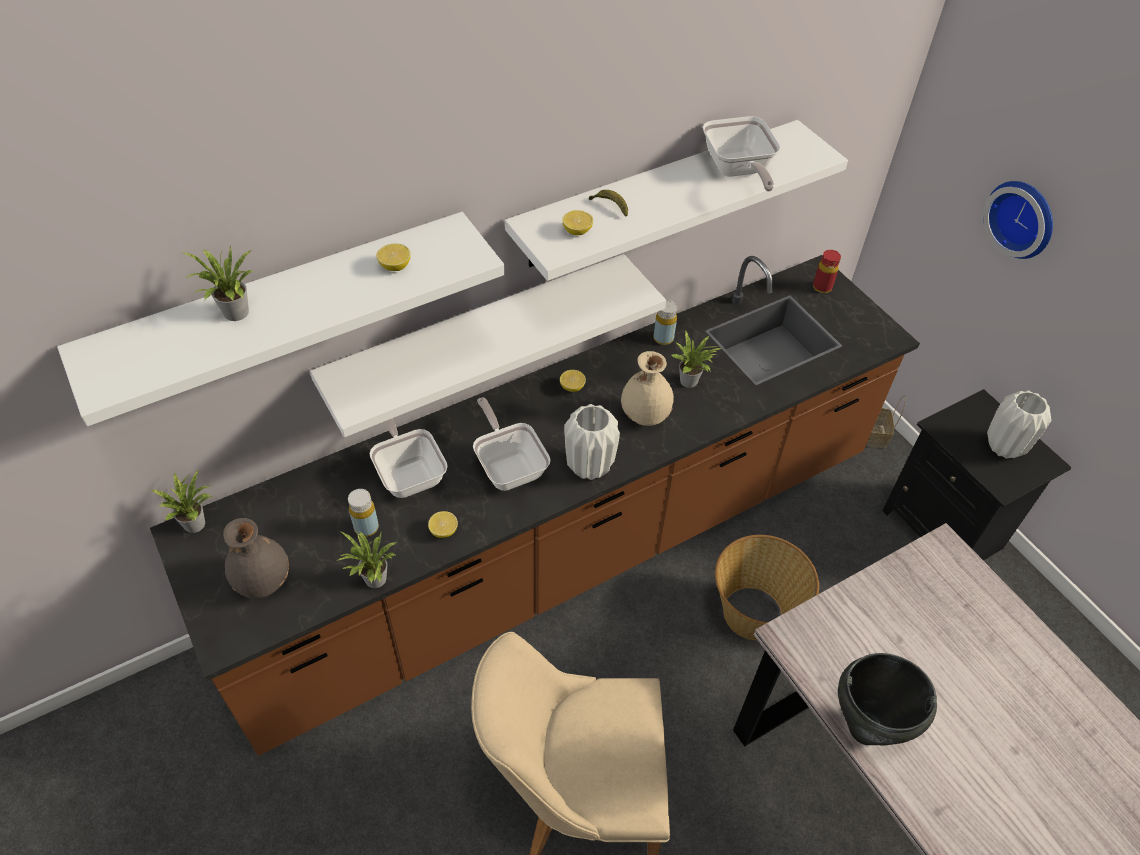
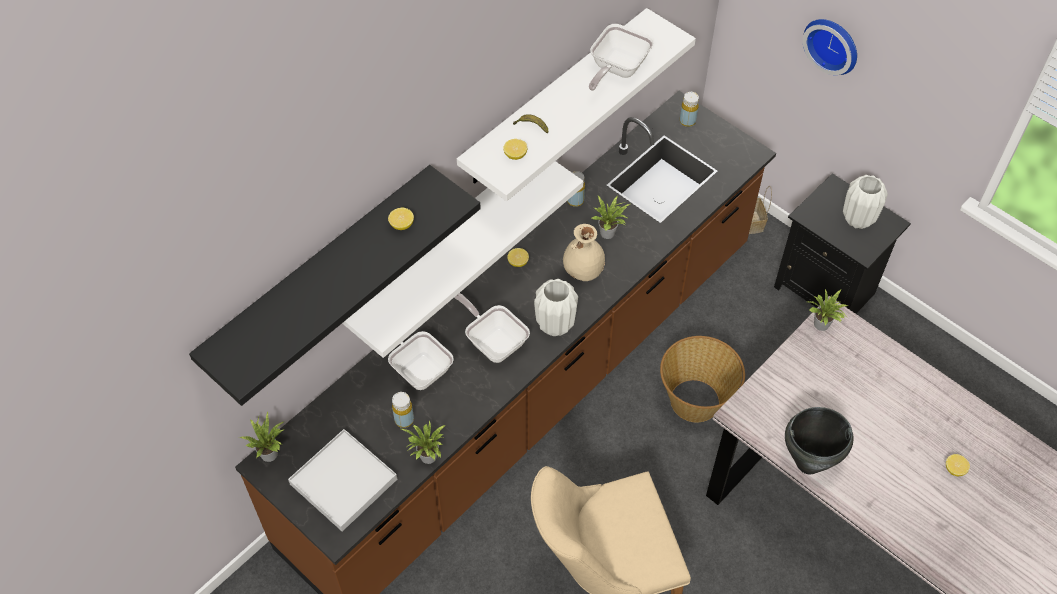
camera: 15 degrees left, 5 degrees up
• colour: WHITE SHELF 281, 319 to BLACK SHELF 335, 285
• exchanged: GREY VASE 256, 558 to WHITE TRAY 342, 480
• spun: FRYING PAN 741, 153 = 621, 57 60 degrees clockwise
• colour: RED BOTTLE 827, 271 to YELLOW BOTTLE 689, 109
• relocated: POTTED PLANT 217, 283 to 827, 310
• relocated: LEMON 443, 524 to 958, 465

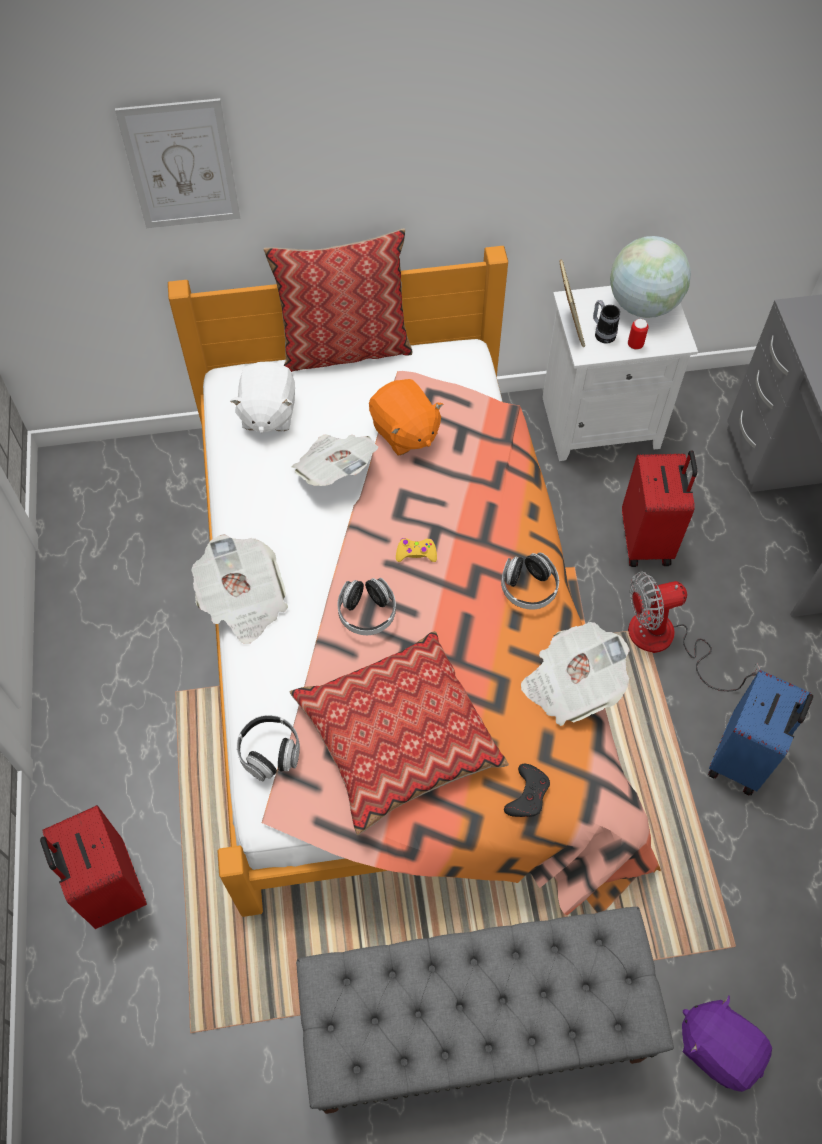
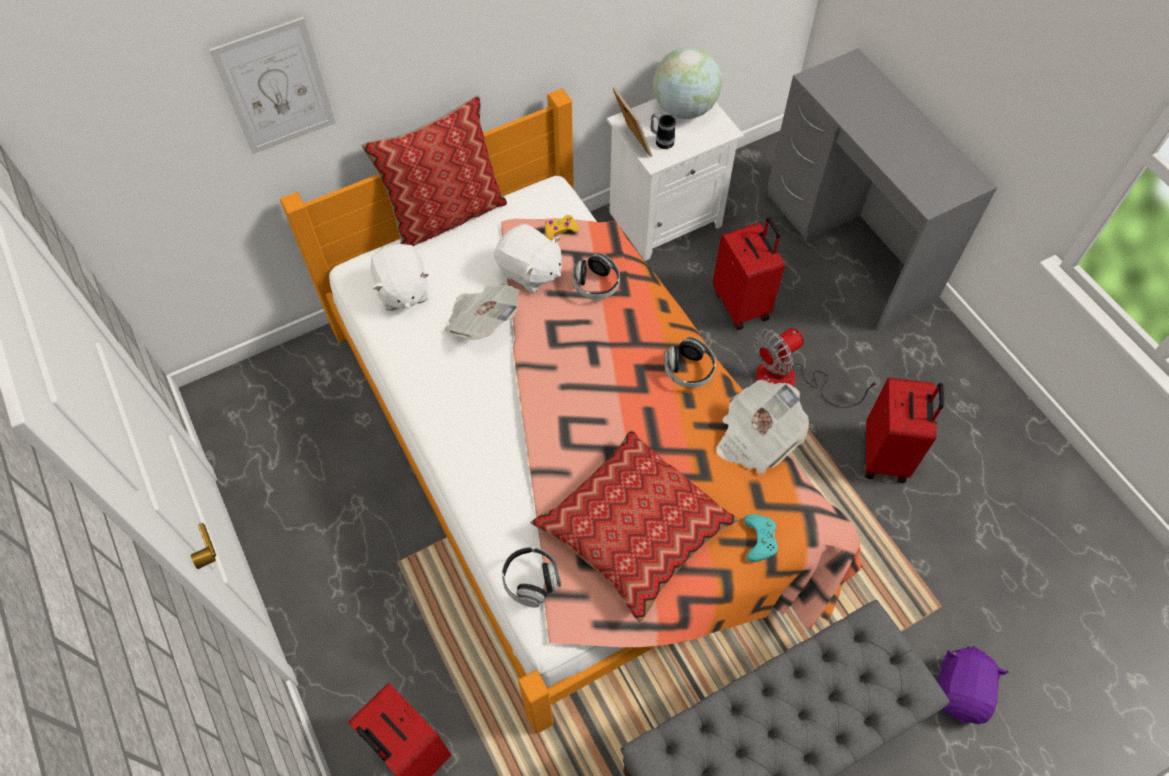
camera: 20 degrees left, 0 degrees up
• colour: ORANGE PLUSH TOY 406, 417 to WHITE PLUSH TOY 528, 258
• relocated: YELLOW GAME CONTROLLER 416, 550 to 562, 227
• relocated: HEADPHONES 367, 606 to 596, 276
• colour: BLACK GAME CONTROLLER 527, 790 to TURQUOISE GAME CONTROLLER 761, 538
• colour: BLUE SUITCASE 760, 732 to RED SUITCASE 905, 430
• spun: PURPLE PLUSH TOY 727, 1043 = 973, 685 90 degrees clockwise
• missing: NEWSPAPER 240, 589
• missing: CAN 638, 334

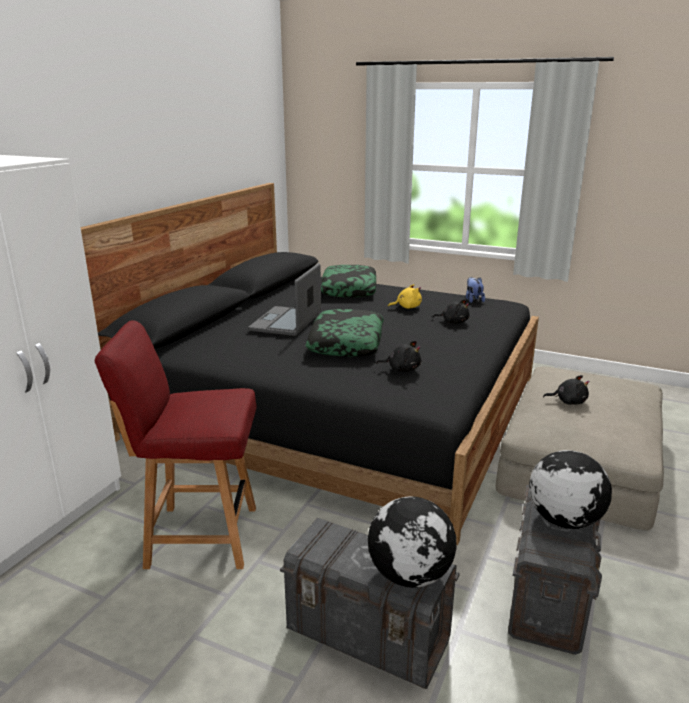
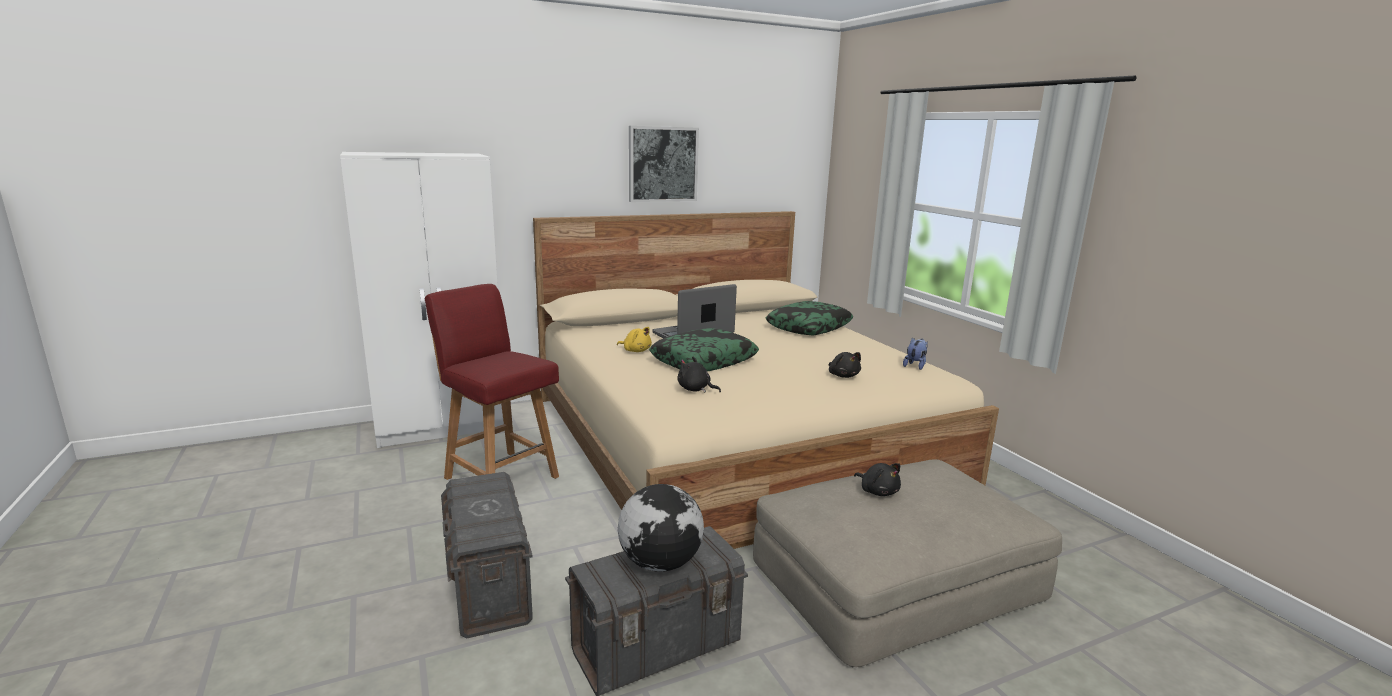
camera: 40 degrees right, 5 degrees down
• colour: BLACK BED 310, 364 to BEIGE BED 766, 380
• relocated: YELLOW PLUSH TOY 405, 296 to 634, 339
• appeared: PICTURE 664, 164
• spun: BLACK PLUSH TOY 398, 356 = 699, 374 150 degrees clockwise
• missing: GLOBE 412, 542

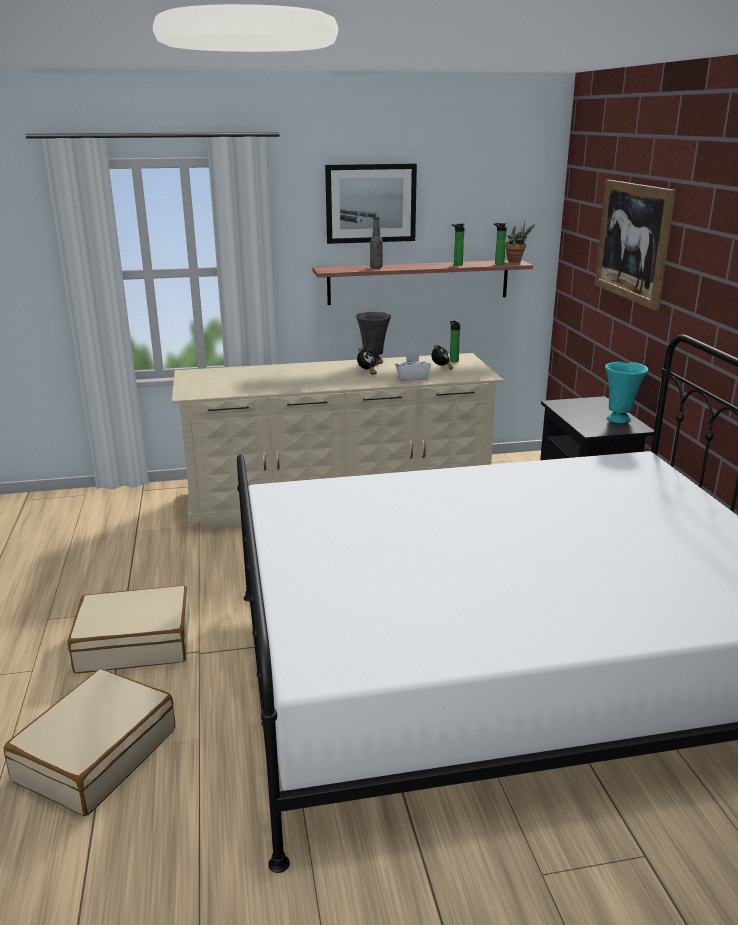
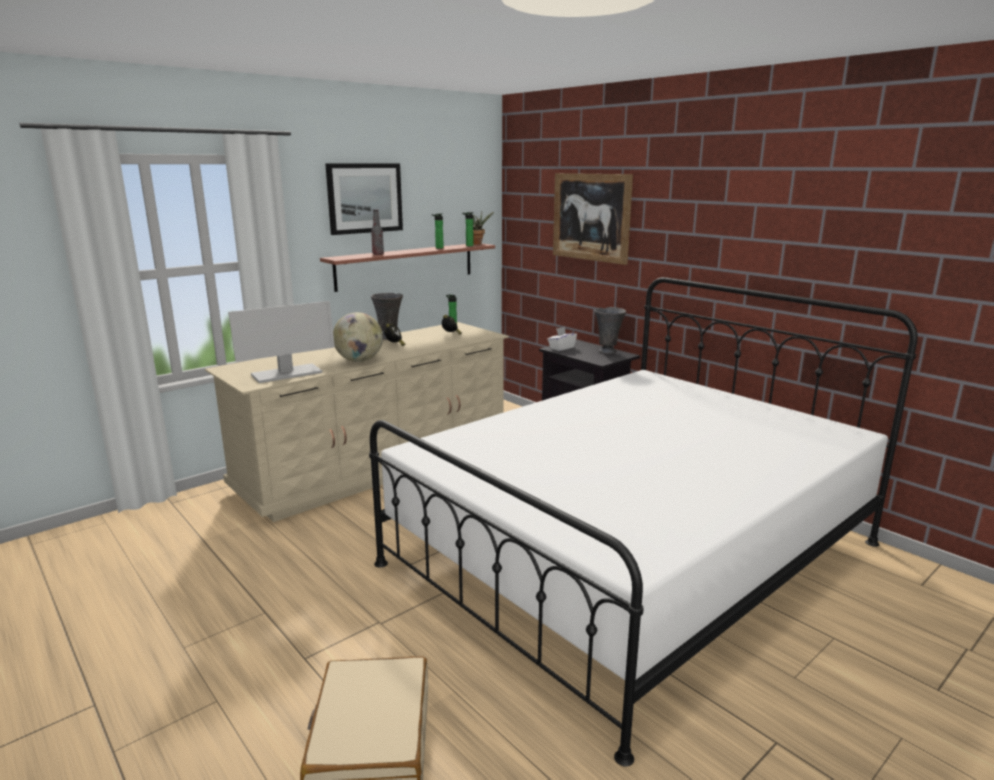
camera: 30 degrees left, 5 degrees down
• appeared: MONITOR 281, 342
• appeared: GLOBE 358, 337
• relocated: WHITE TISSUE BOX 413, 366 to 562, 339
• colour: TURQUOISE VASE 626, 392 to GREY VASE 610, 330
• missing: BEIGE SUITCASE 129, 629

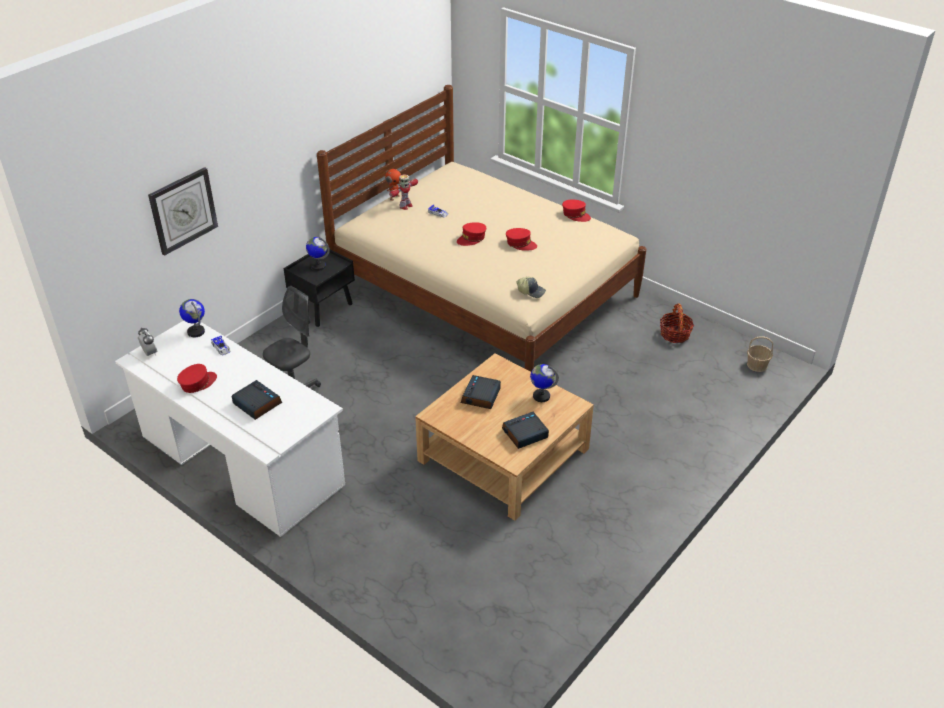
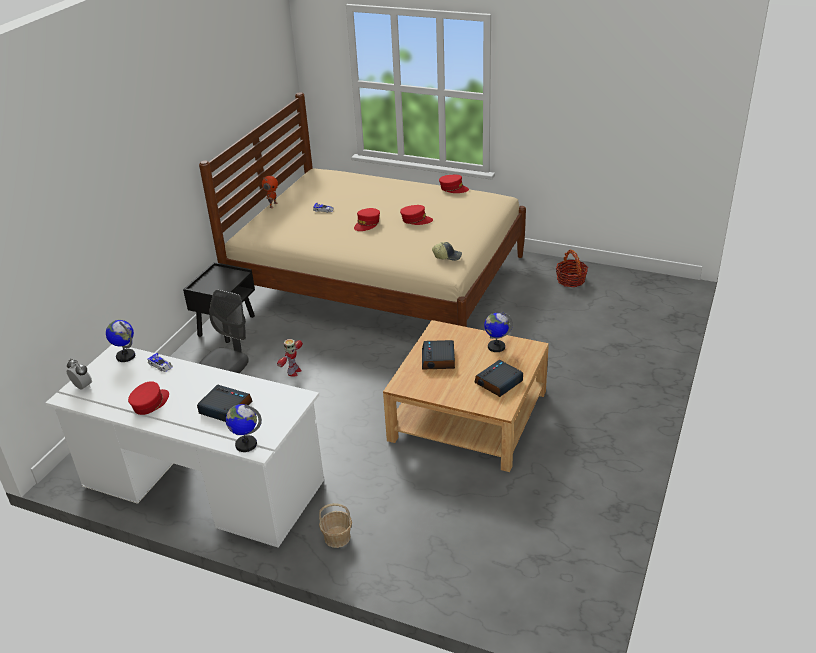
camera: 15 degrees left, 5 degrees down
• relocated: GLOBE 318, 254 to 244, 428
• relocated: TOY ROBOT 403, 192 to 290, 358
• relocated: BASKET 760, 354 to 335, 525
• missing: WALL CLOCK 183, 211

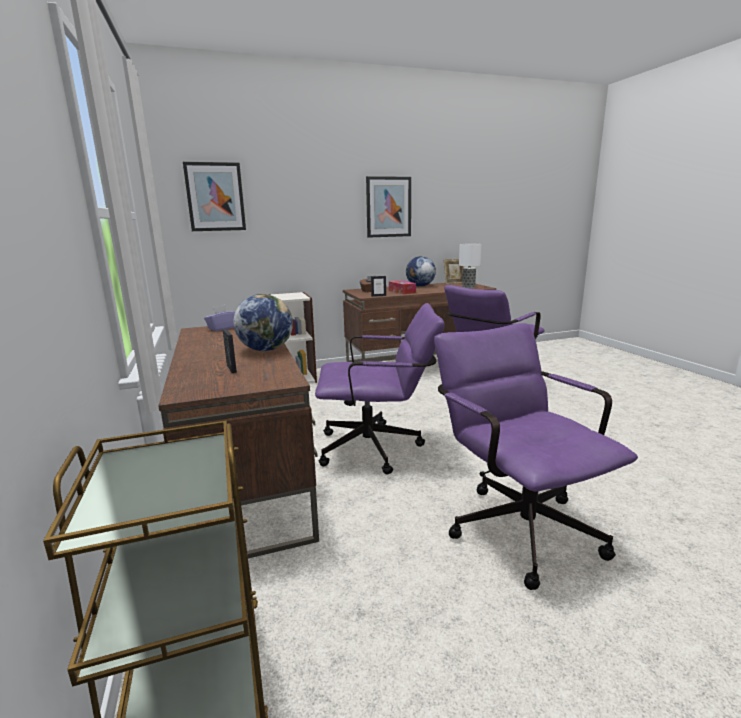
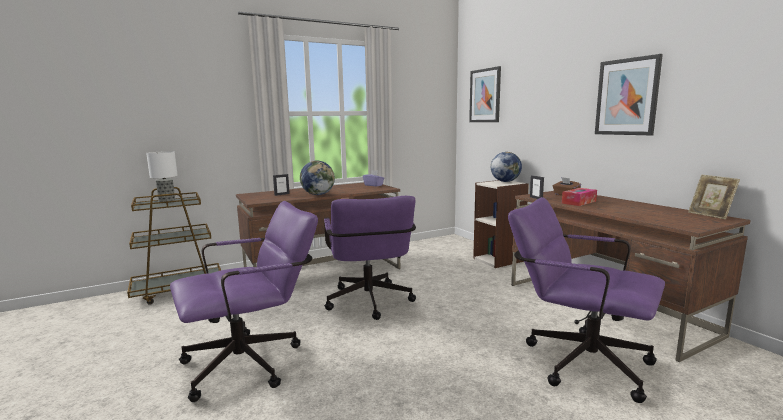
camera: 80 degrees right, 5 degrees down
• relocated: TABLE LAMP 470, 265 to 162, 176
• relocated: GLOBE 421, 271 to 506, 167

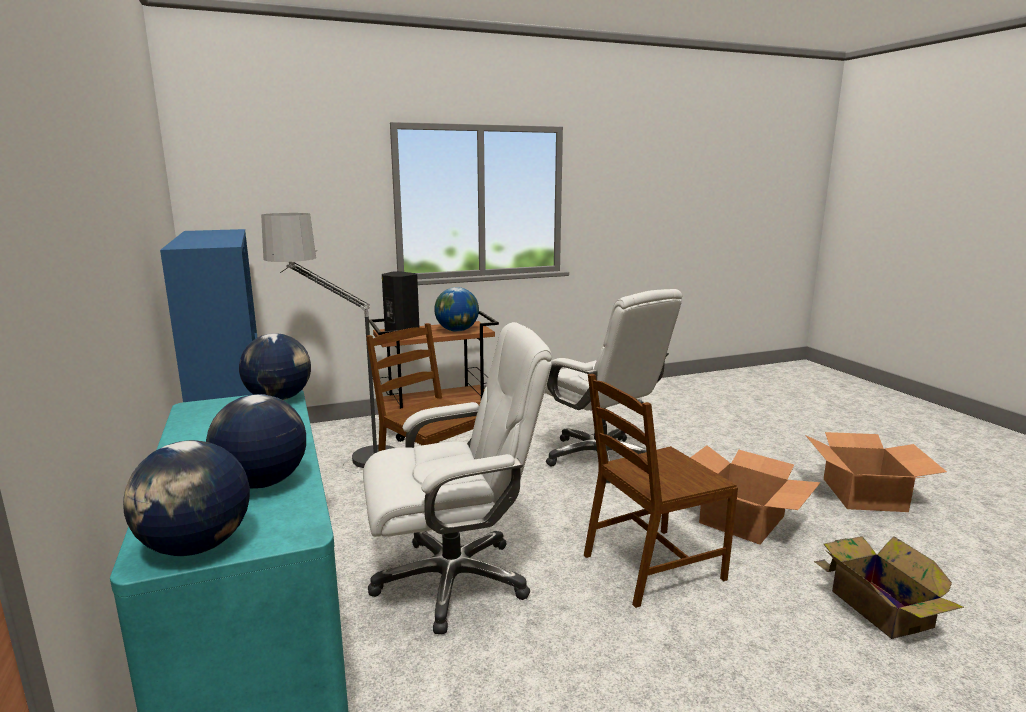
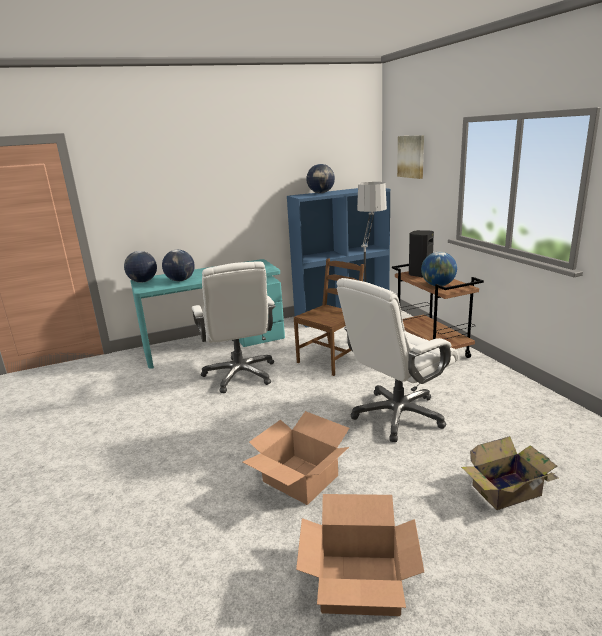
camera: 90 degrees right, 5 degrees up
• relocated: GLOBE 275, 366 to 320, 178
• appeared: PICTURE 410, 157
• relocated: CARDBOARD BOX 889, 587 to 510, 473
• missing: BROWN CHAIR 661, 491

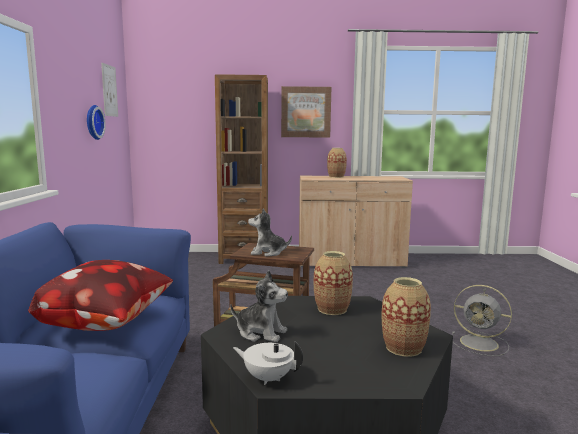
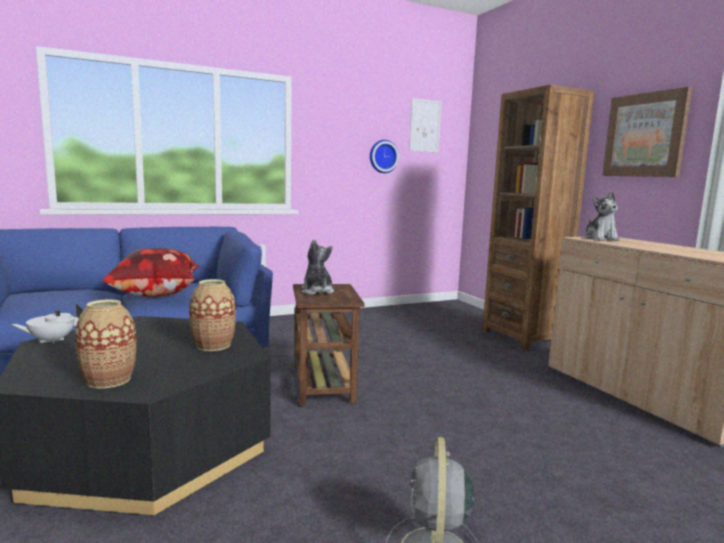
camera: 65 degrees right, 0 degrees up
• spun: WHITE TEAPOT 268, 363 = 47, 323 120 degrees counterclockwise
• relocated: PLUSH TOY 259, 306 to 602, 216
• missing: VASE 337, 163

